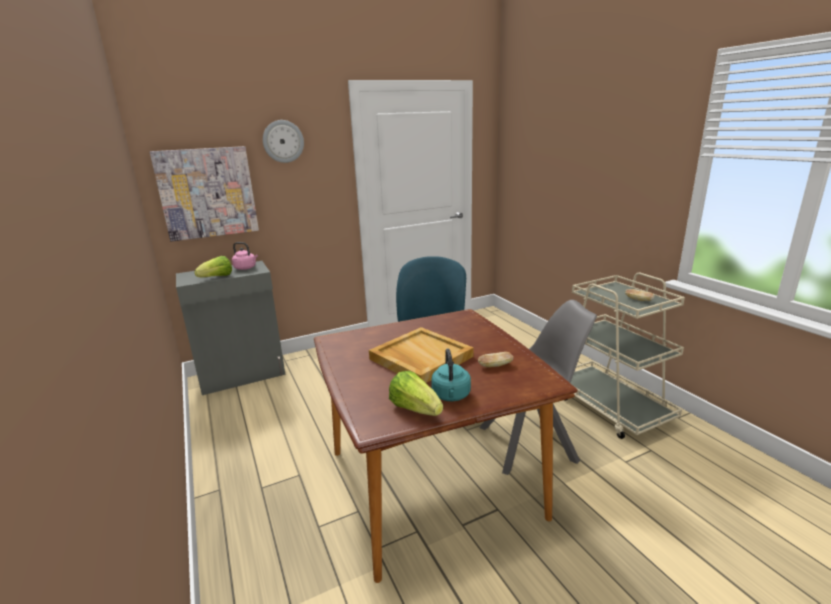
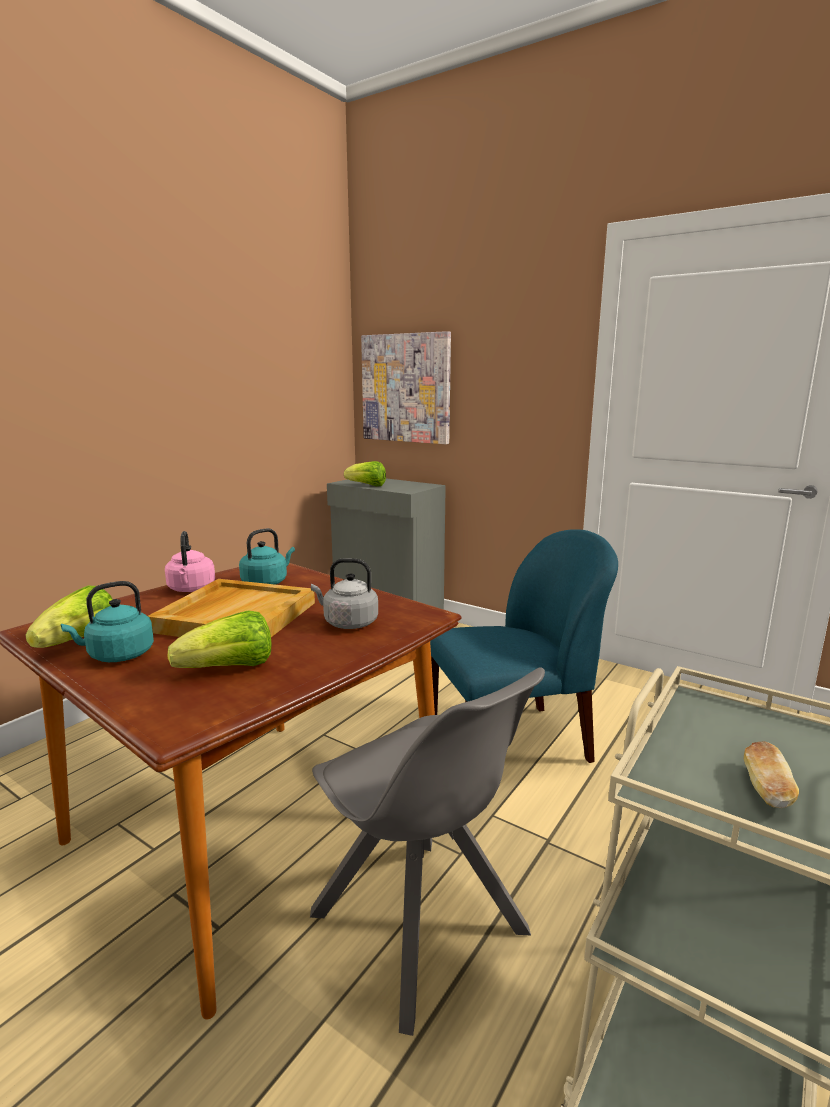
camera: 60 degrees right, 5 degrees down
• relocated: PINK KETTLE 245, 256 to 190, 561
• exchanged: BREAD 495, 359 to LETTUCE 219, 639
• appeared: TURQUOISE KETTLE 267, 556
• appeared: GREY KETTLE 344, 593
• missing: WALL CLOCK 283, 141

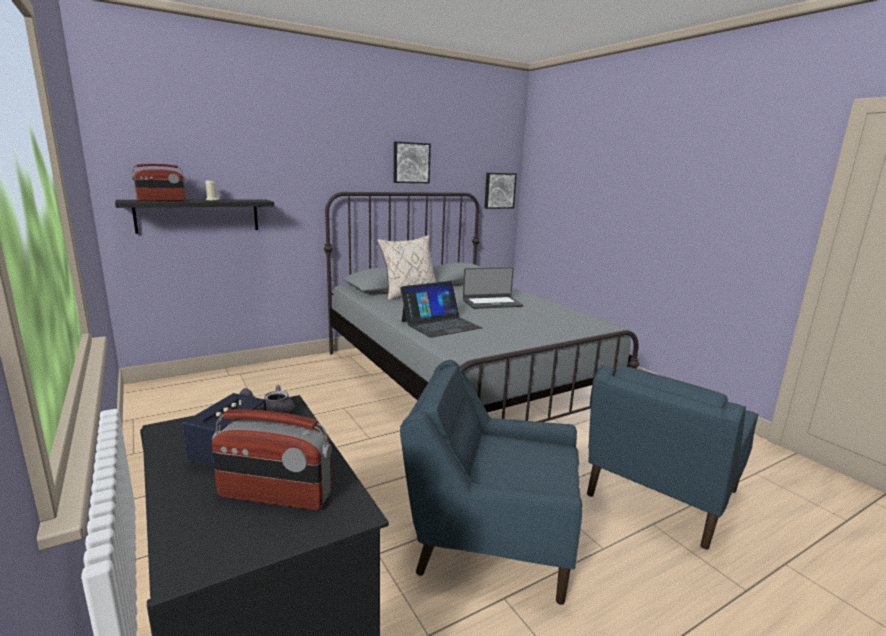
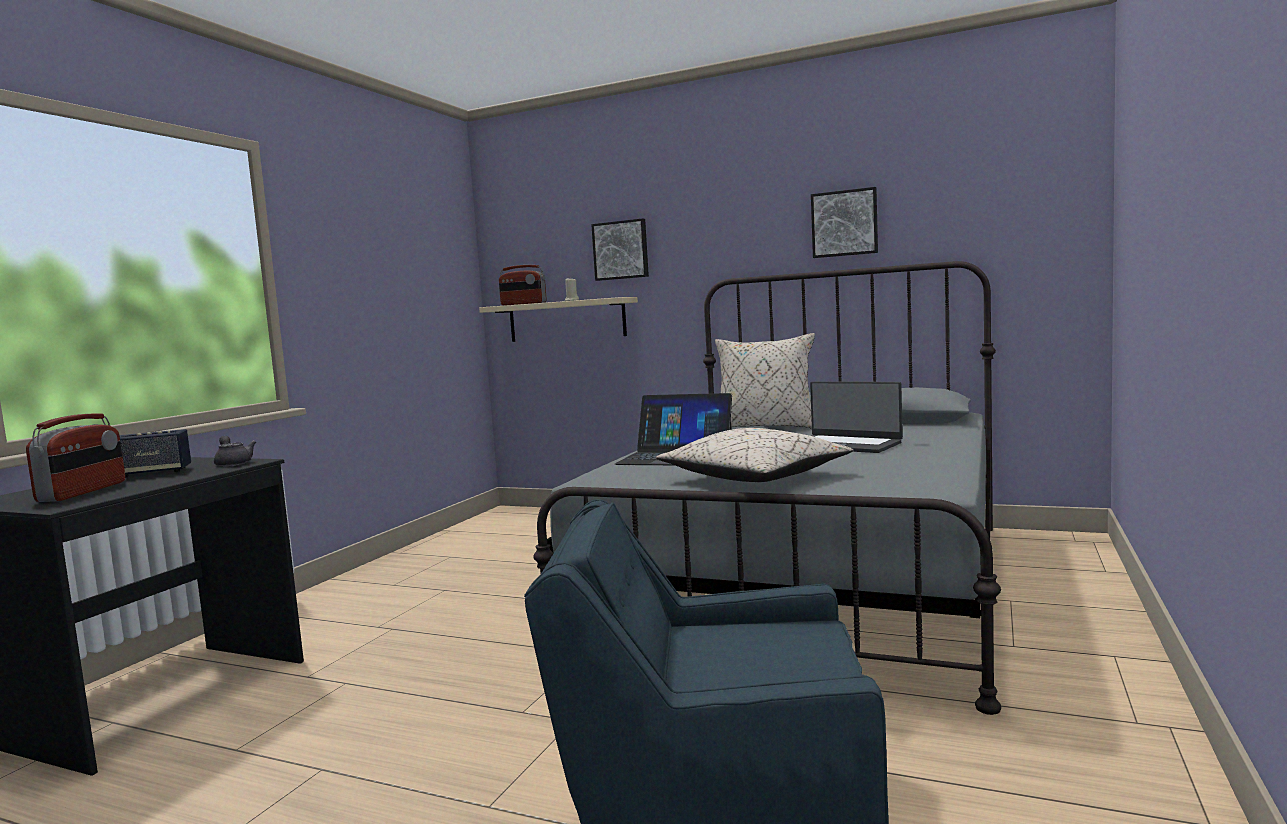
camera: 55 degrees right, 10 degrees down
• spun: RADIO 272, 459 = 75, 457 150 degrees counterclockwise
• colour: BLACK SHELF 194, 217 to BEIGE SHELF 558, 319
• relocated: PICTURE 500, 191 to 620, 249
• appeared: BEIGE PILLOW 755, 455
• missing: BLUE ARMCHAIR 491, 482

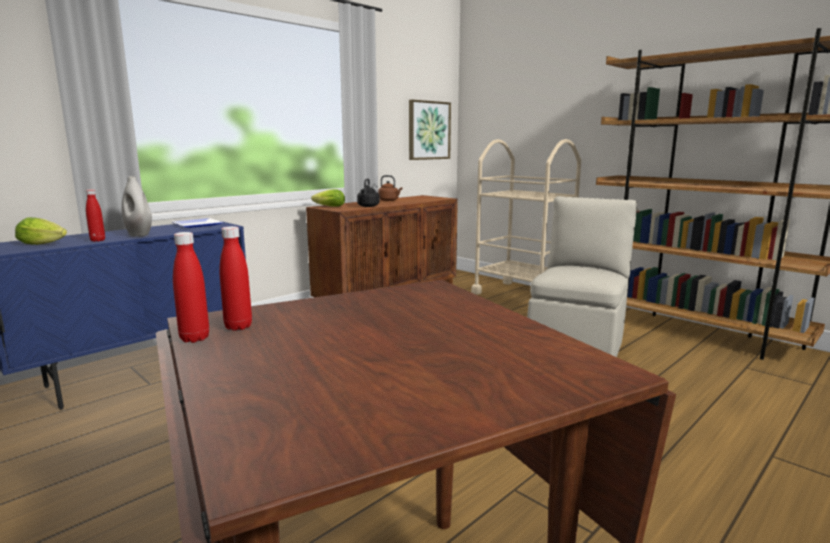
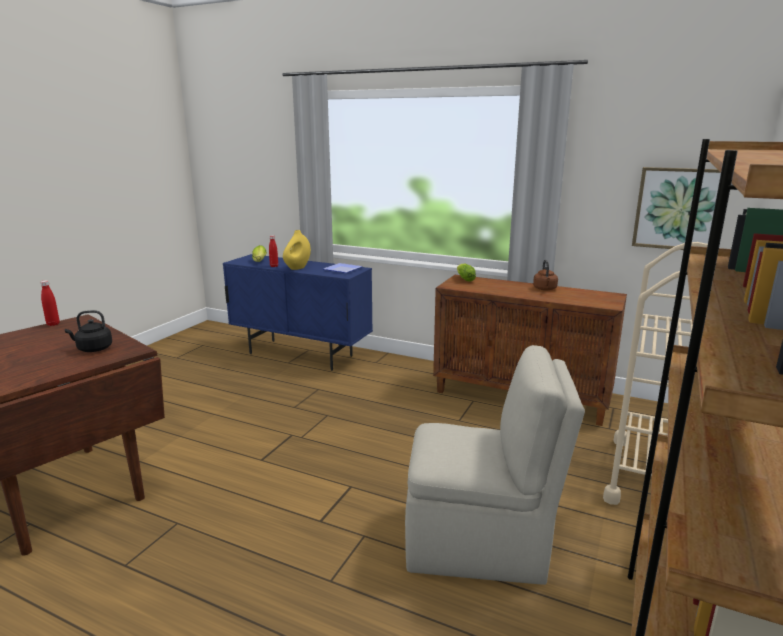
camera: 70 degrees right, 5 degrees up
• relocated: BLACK KETTLE 368, 192 to 88, 331
• colour: WHITE VASE 137, 206 to YELLOW VASE 297, 250
• missing: RED BOTTLE 236, 278

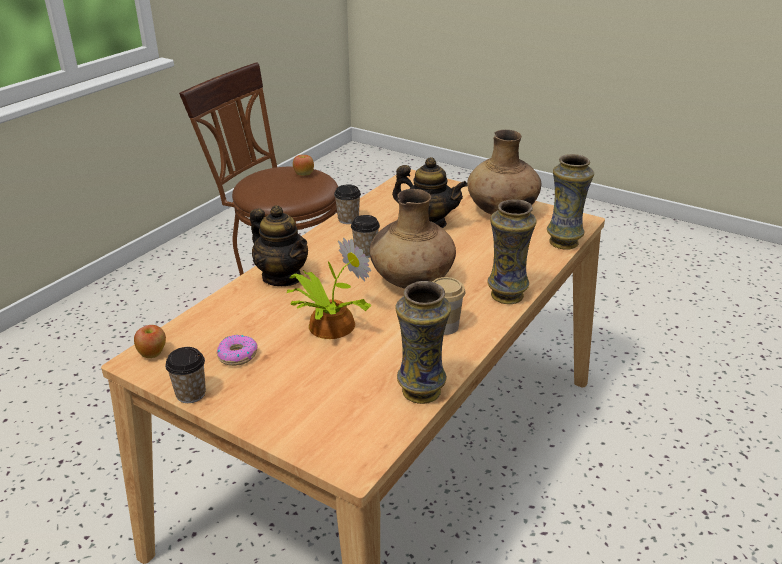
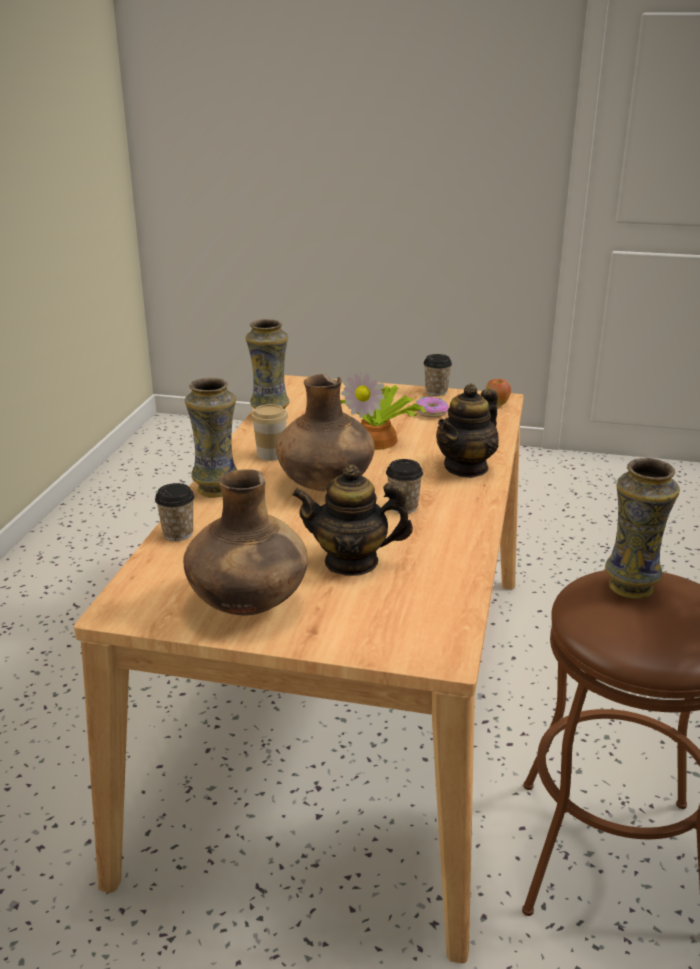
camera: 160 degrees right, 5 degrees down
• relocated: CUP 347, 204 to 175, 512
• spun: TEAPOT 279, 245 = 467, 430 75 degrees counterclockwise
• relocated: VASE 570, 202 to 642, 528
• missing: APPLE 303, 165

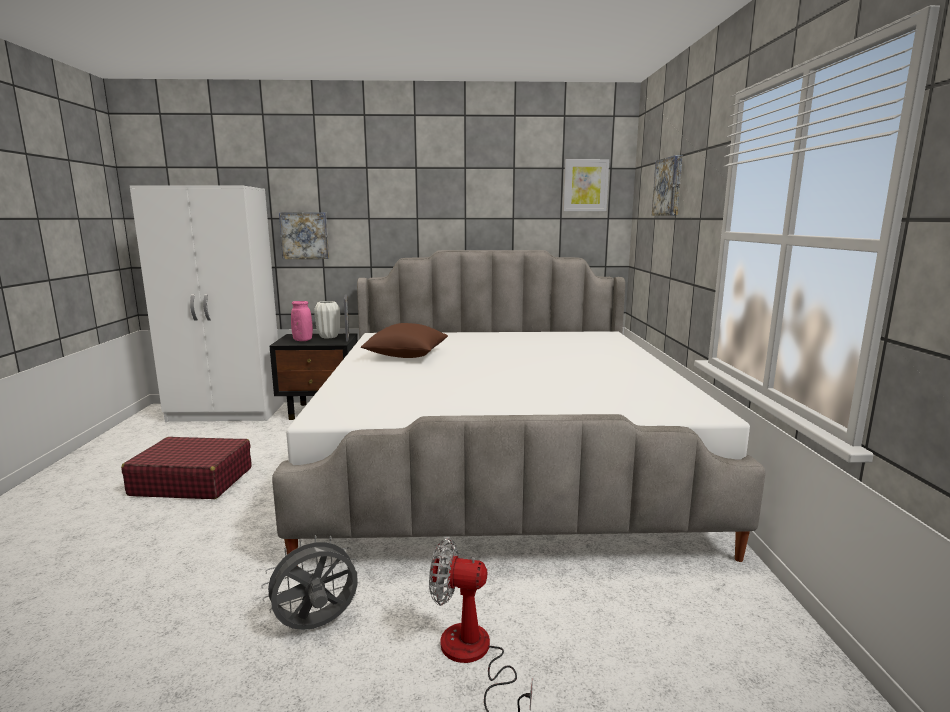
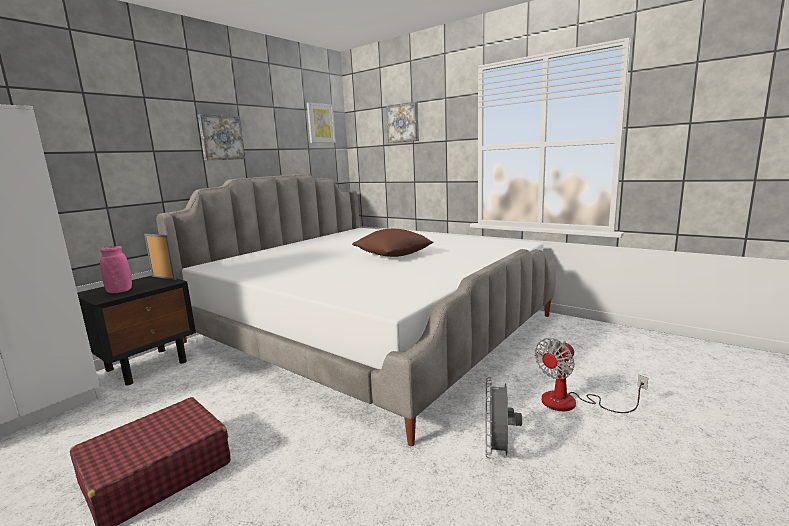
camera: 50 degrees left, 0 degrees up
• relocated: PICTURE 304, 235 to 221, 137
• relocated: BROWN PILLOW 404, 340 to 393, 243
• missing: WHITE VASE 327, 319

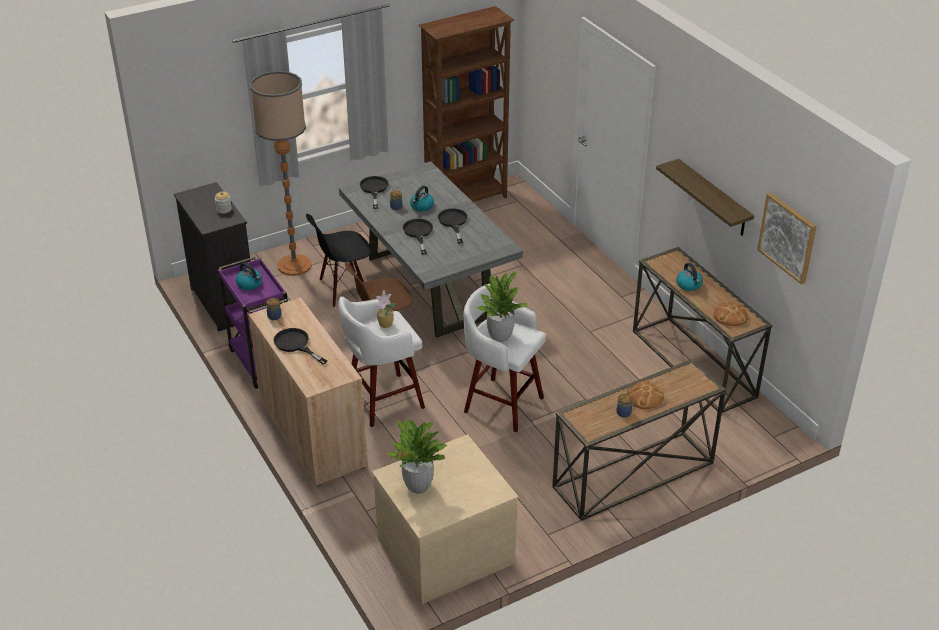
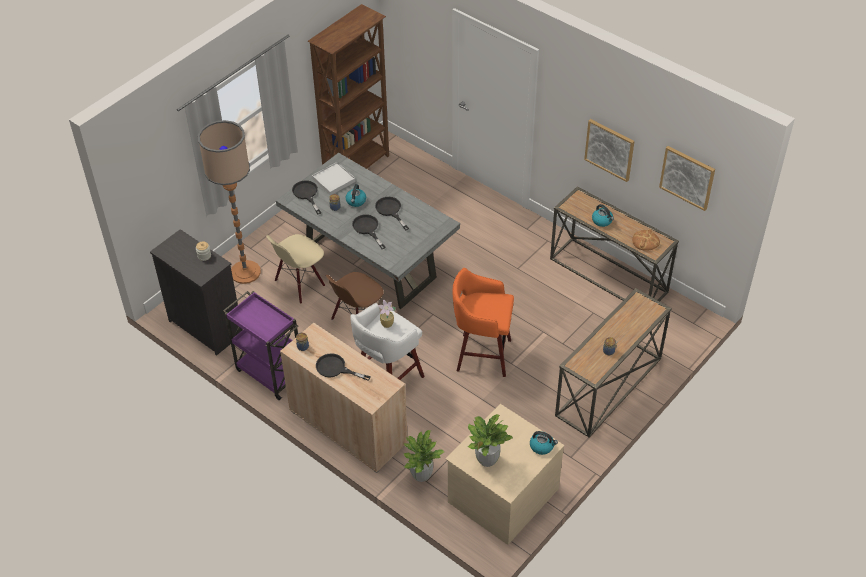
camera: 20 degrees left, 10 degrees up
• colour: BLACK CHAIR 338, 260 to BEIGE CHAIR 295, 269
• appeared: WHITE TRAY 334, 178
• relocated: POTTED PLANT 502, 307 to 424, 456
• colour: WHITE STOOL 505, 358 to ORANGE STOOL 483, 322
• relocated: KETTLE 249, 276 to 544, 443
• exchanged: SHELF 705, 197 to PICTURE 609, 150
• missing: BREAD 645, 394

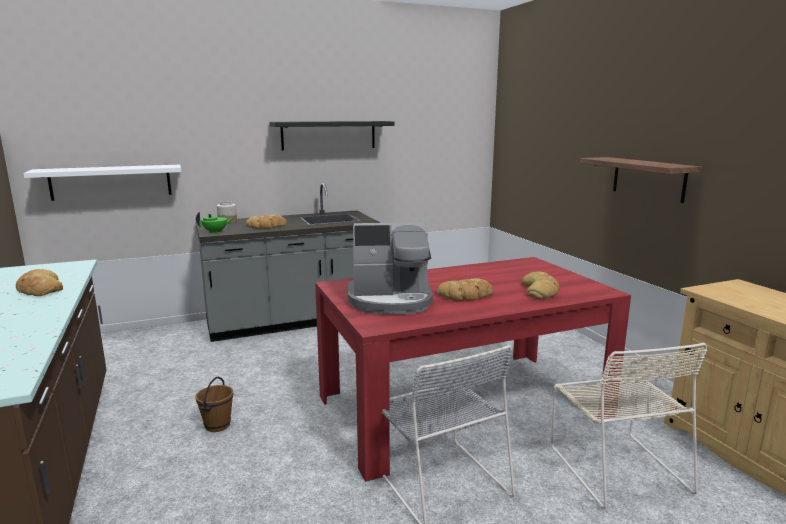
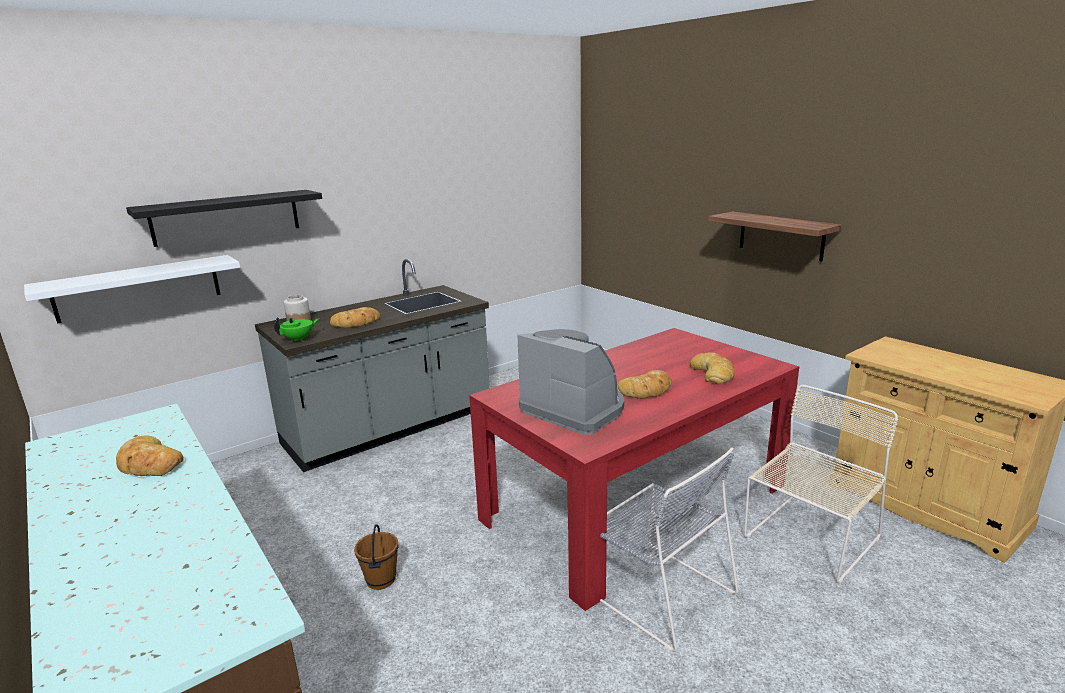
camera: 15 degrees left, 5 degrees up
• relocated: BLACK SHELF 331, 135 to 224, 218
• spun: COFFEE MACHINE 390, 268 = 571, 382 120 degrees counterclockwise
• spun: BEIGE CHAIR 629, 426 = 821, 484 105 degrees counterclockwise

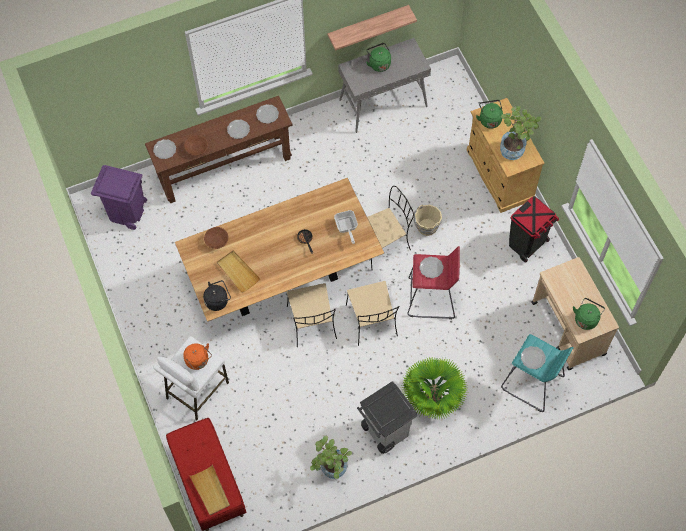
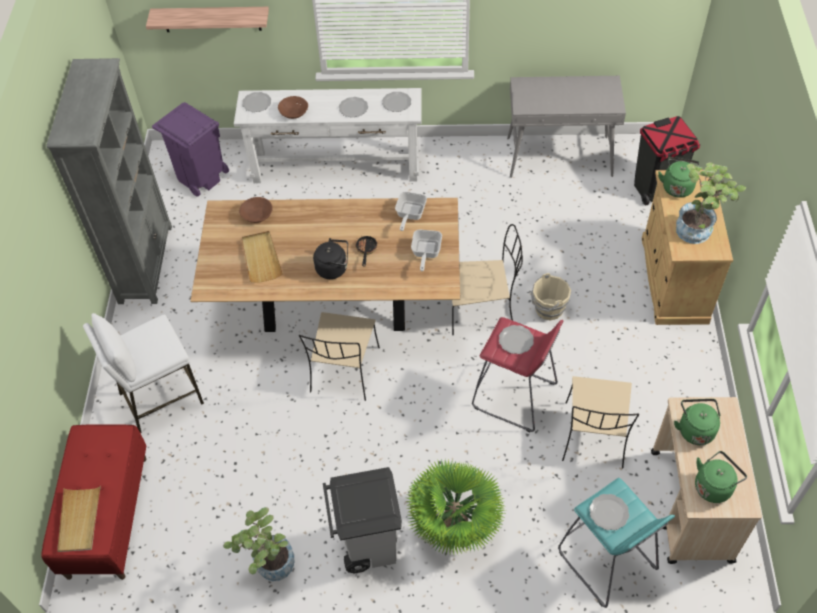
camera: 25 degrees right, 10 degrees down
• appeared: GREY BOOKCASE 109, 181
• relocated: SHELF 372, 28 to 207, 19
• colour: BROWN CONSOLE TABLE 219, 149 to WHITE CONSOLE TABLE 328, 135
• relocated: BLACK KETTLE 217, 295 to 330, 258
• appeared: FRYING PAN 411, 211
• relocated: BEIGE CHAIR 373, 313 to 600, 422
• relocated: BLACK TRASH CAN 534, 229 to 667, 160
• relocated: GREEN KETTLE 378, 57 to 697, 422
• missing: ORANGE KETTLE 197, 356

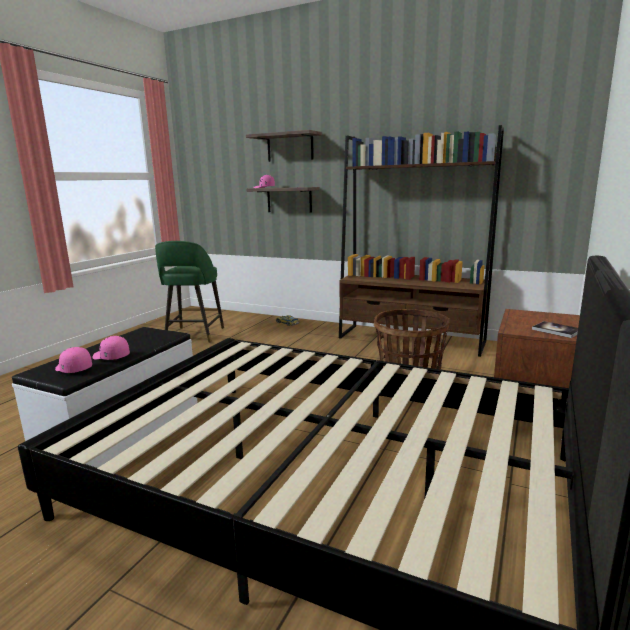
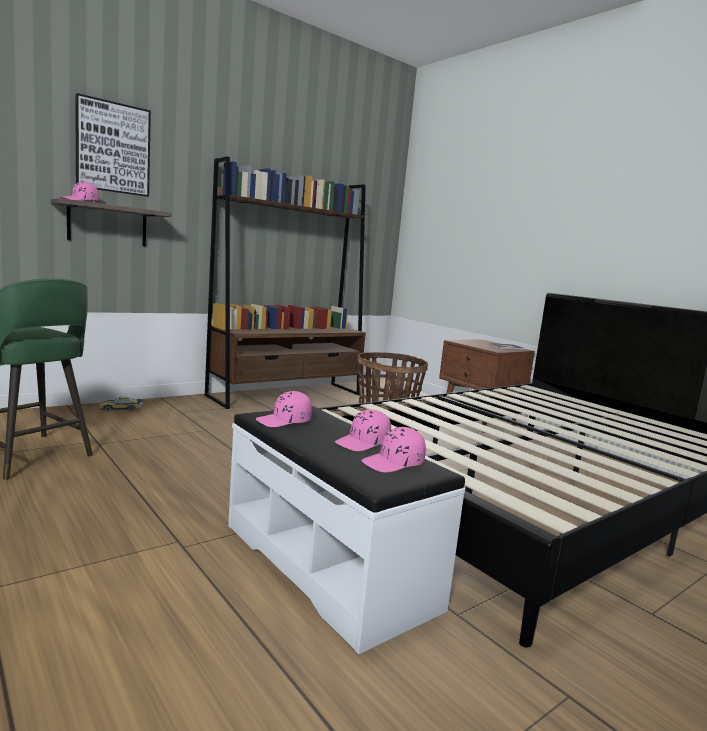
camera: 65 degrees left, 5 degrees down
• exchanged: SHELF 284, 146 to PICTURE 113, 145
• appeared: PINK CAP 284, 409

